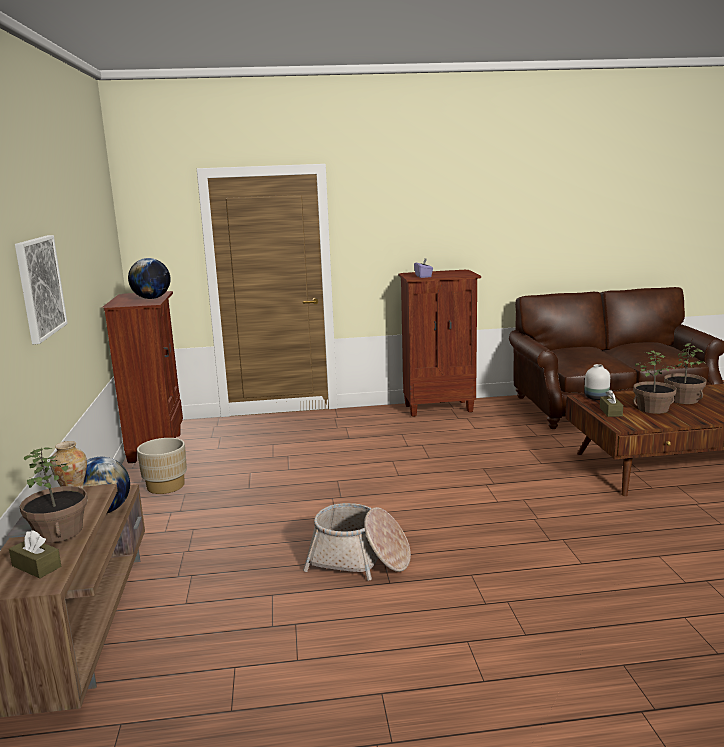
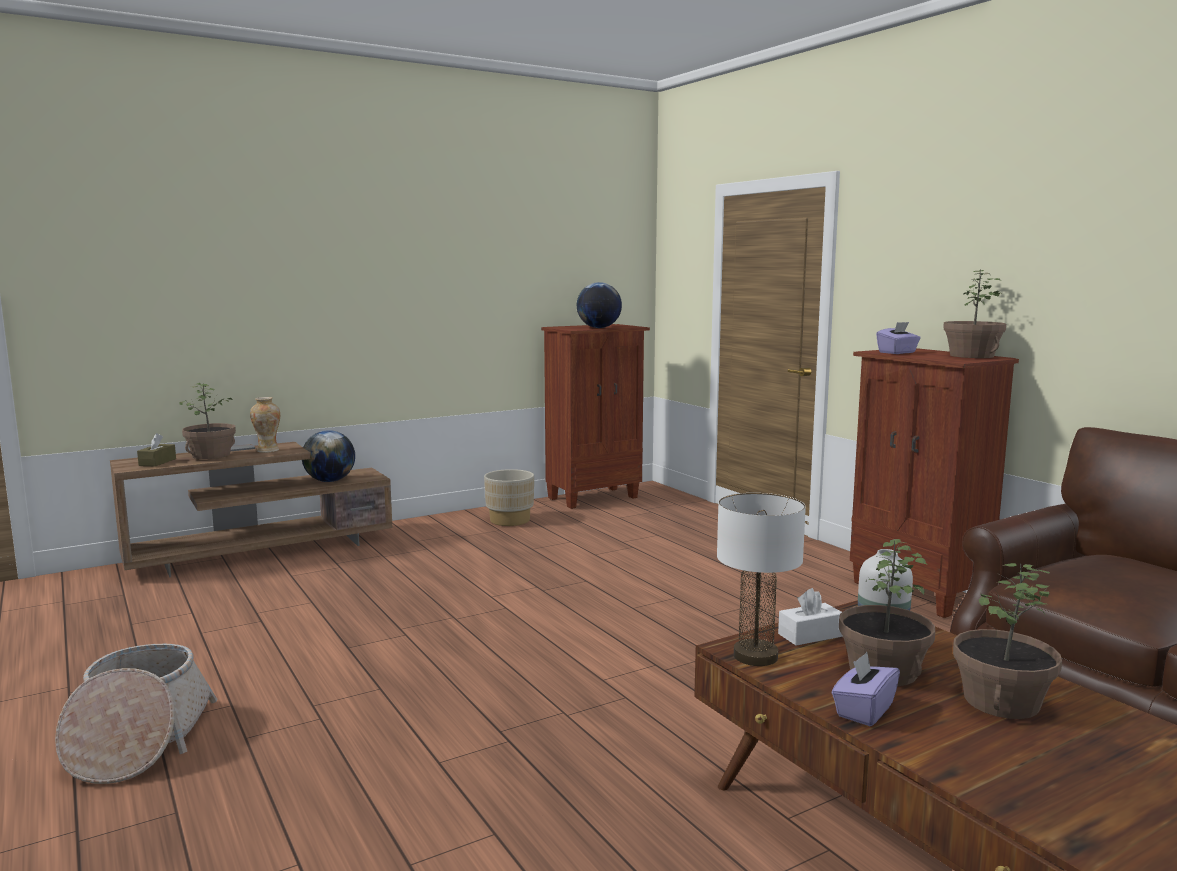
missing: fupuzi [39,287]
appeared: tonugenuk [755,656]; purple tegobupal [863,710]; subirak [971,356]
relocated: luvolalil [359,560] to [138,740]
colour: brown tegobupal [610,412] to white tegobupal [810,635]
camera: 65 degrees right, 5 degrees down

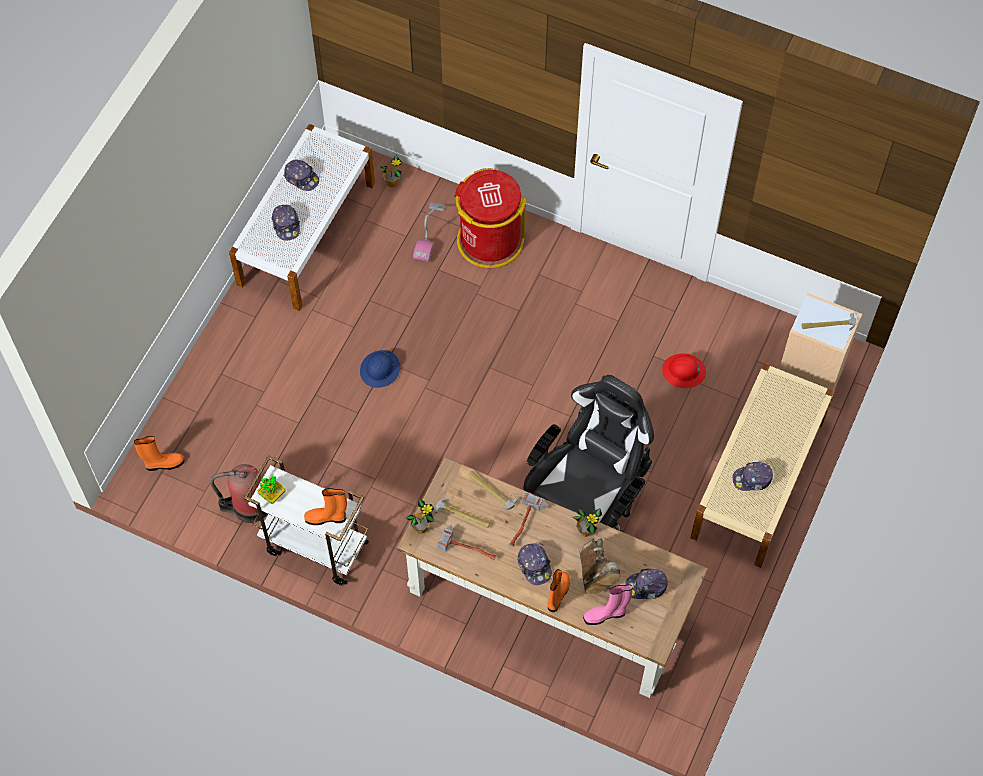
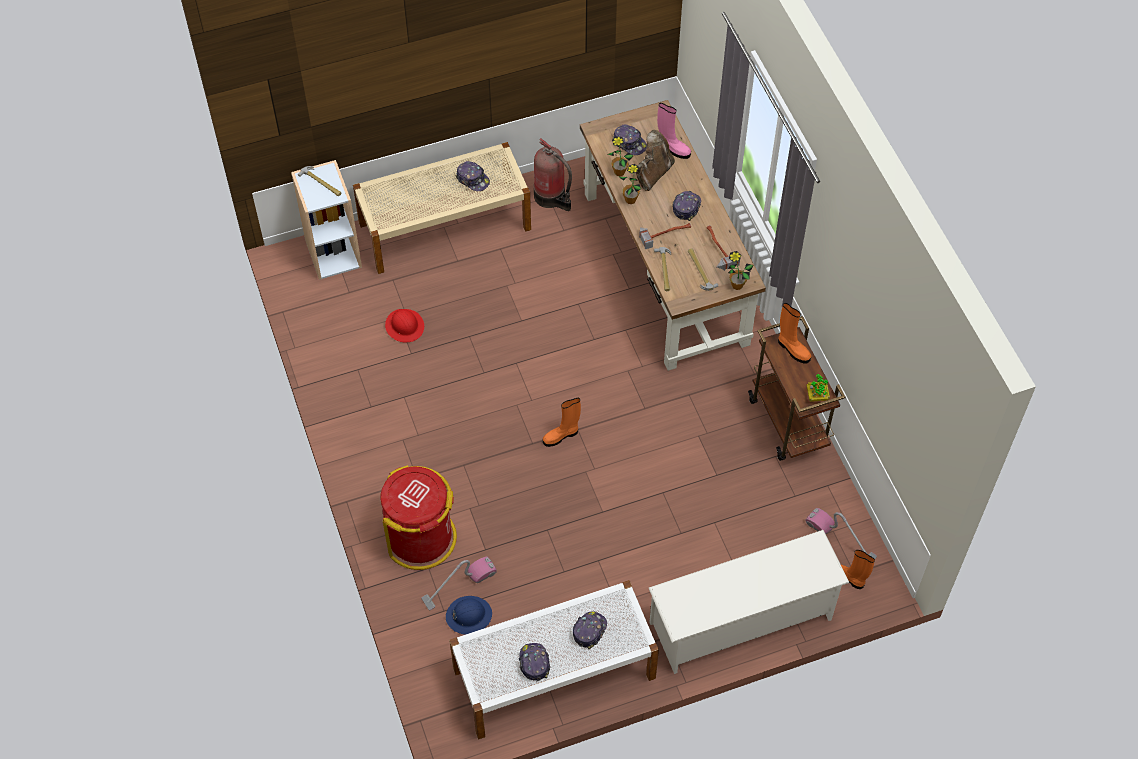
missing: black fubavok [586,505]
appeared: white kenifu [741,621]; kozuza [840,539]
relocated: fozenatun [248,507] to [551,197]; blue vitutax [380,369] to [468,615]; subirak [392,183] to [619,172]; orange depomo [557,594] to [561,436]
colour: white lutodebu [314,546] to brown lutodebu [788,426]
camera: 135 degrees left, 5 degrees down

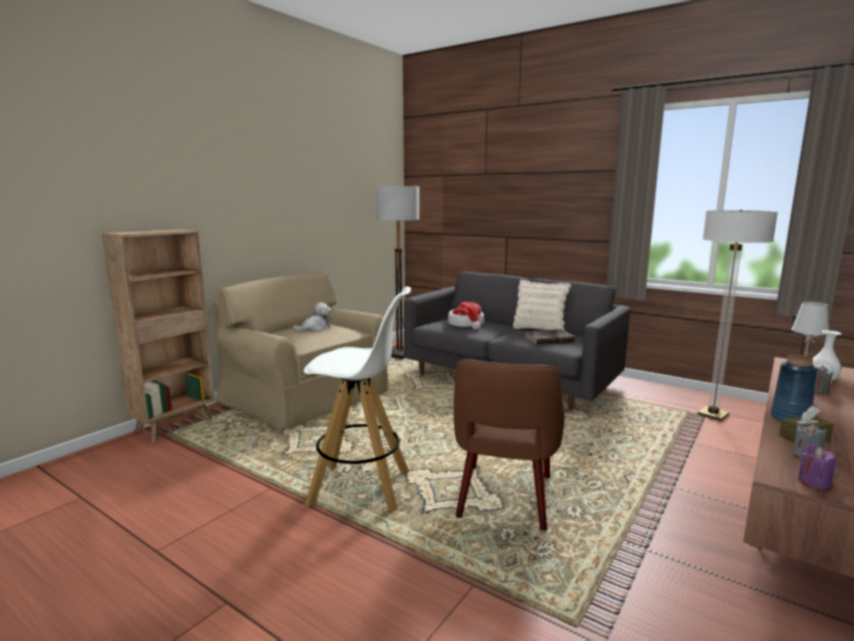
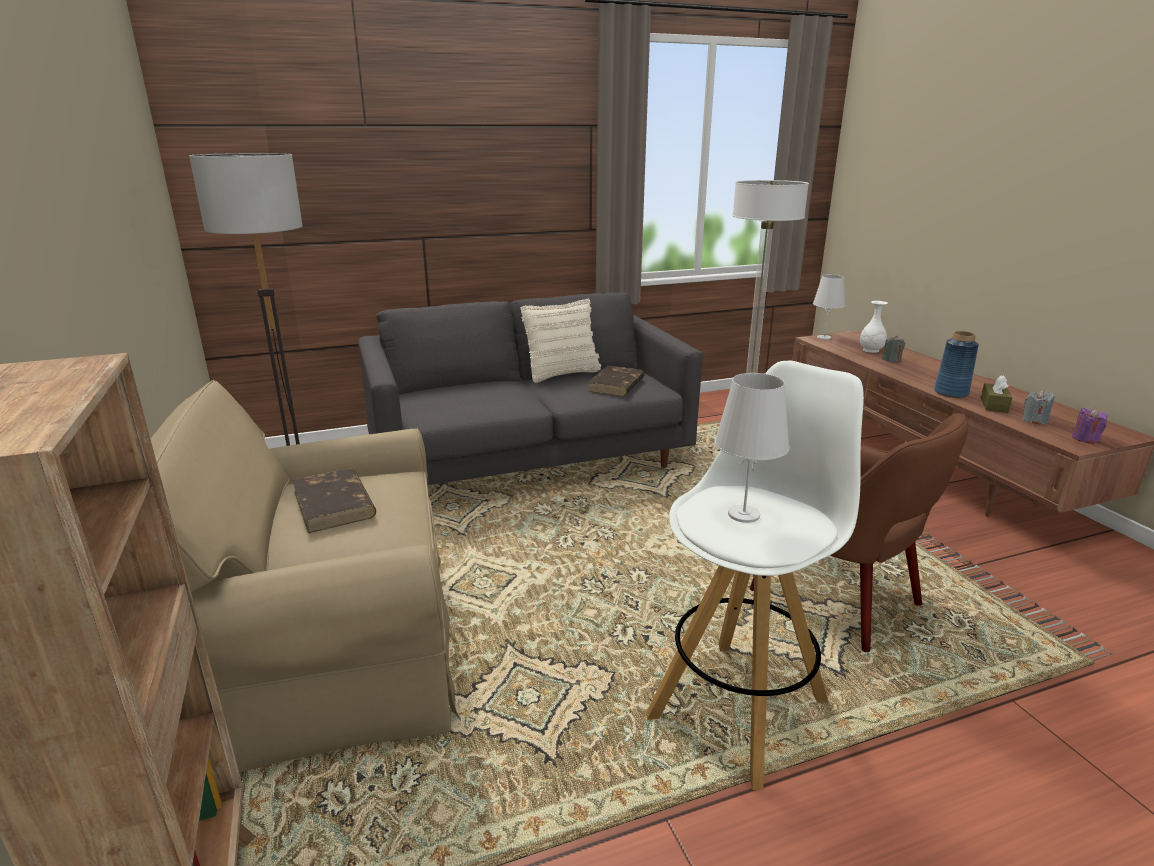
missing: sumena [466,324]
appeared: white tonugenuk [743,514]
exchanged: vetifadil [315,328] to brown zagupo [334,504]
camera: 55 degrees left, 10 degrees up

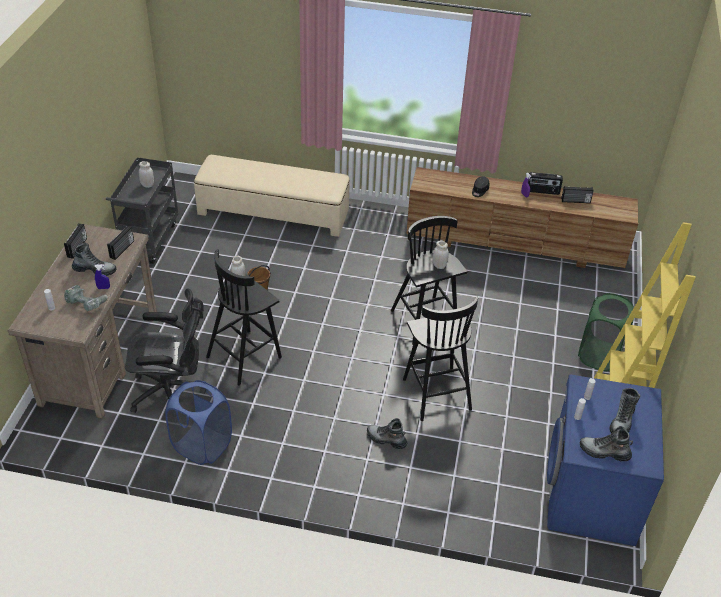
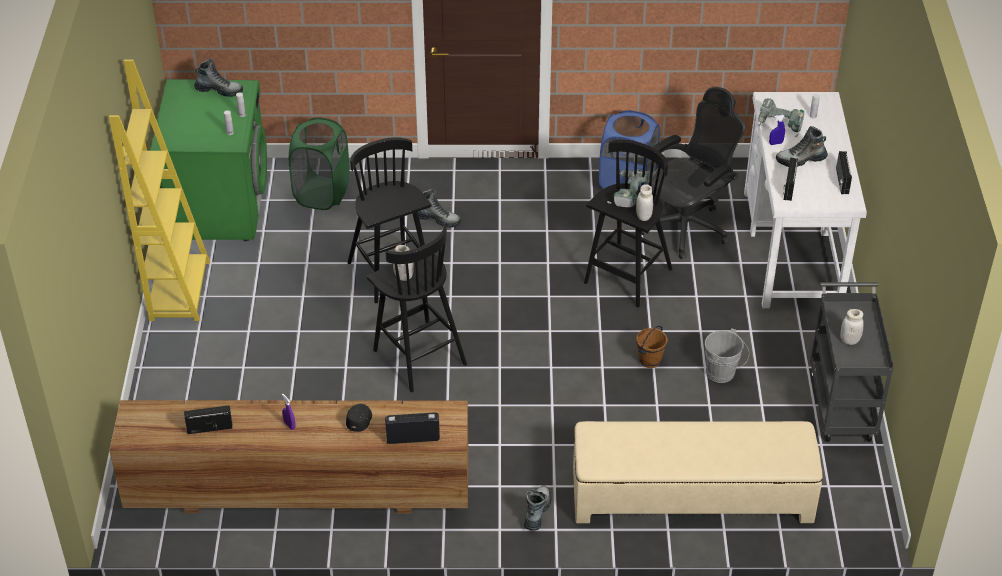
appeared: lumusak [626,194]; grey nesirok [723,374]
relocated: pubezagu [542,191] to [413,438]; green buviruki [599,355] to [322,193]; depomo [622,420] to [537,512]
colour: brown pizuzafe [99,357] to white pizuzafe [793,248]; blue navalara [589,494] to green navalara [220,204]
spun: fubavok [171,393] = [688,226] 150 degrees clockwise
camera: 170 degrees right, 0 degrees up

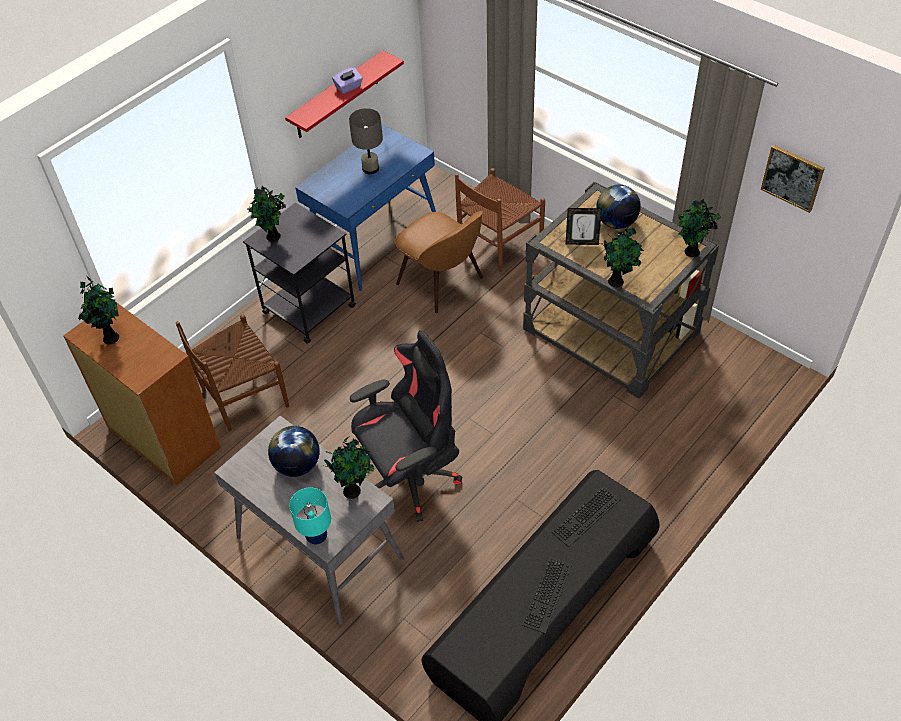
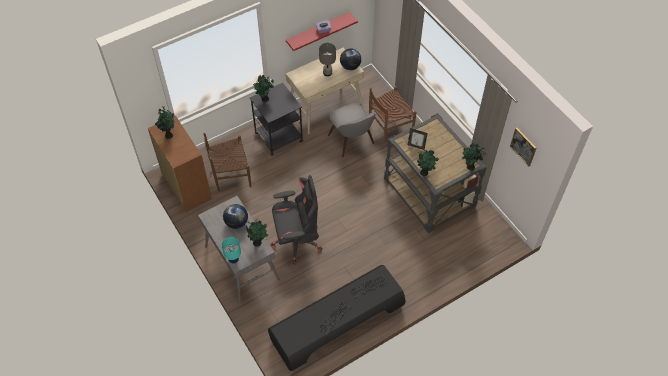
relocated: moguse [616,222] to [350,66]
colour: blue pizuzafe [375,241] to beige pizuzafe [325,107]; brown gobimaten [442,282] to grey gobimaten [352,141]
camera: 15 degrees right, 5 degrees up

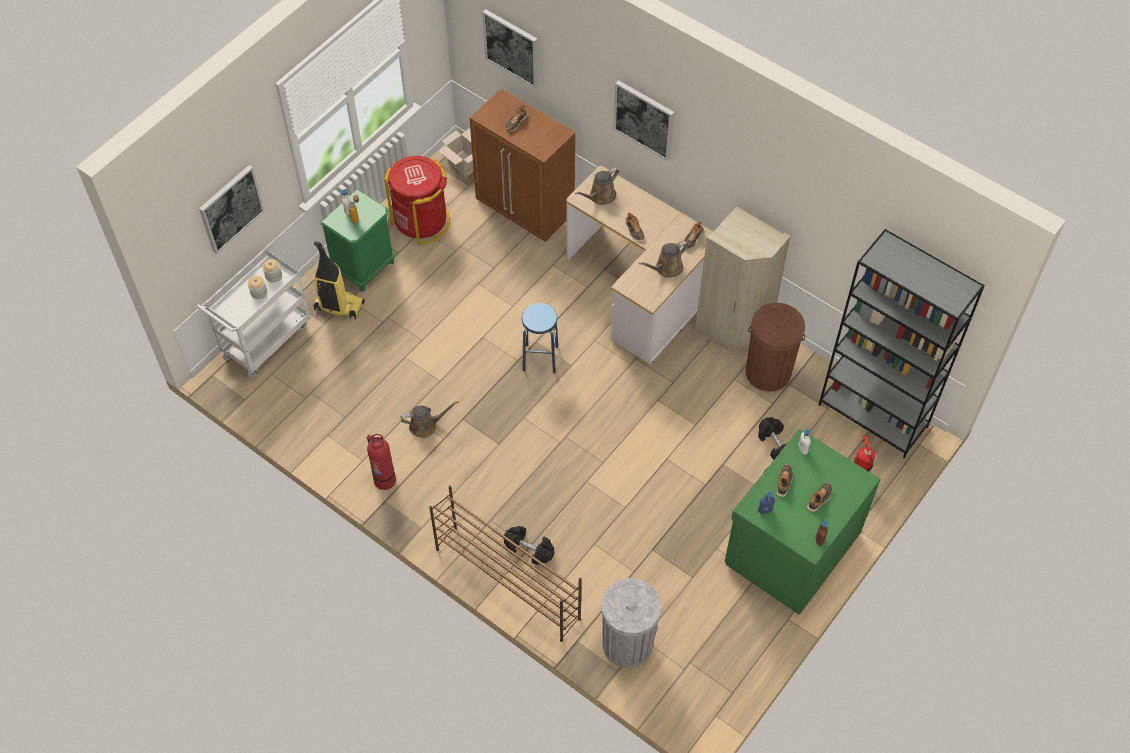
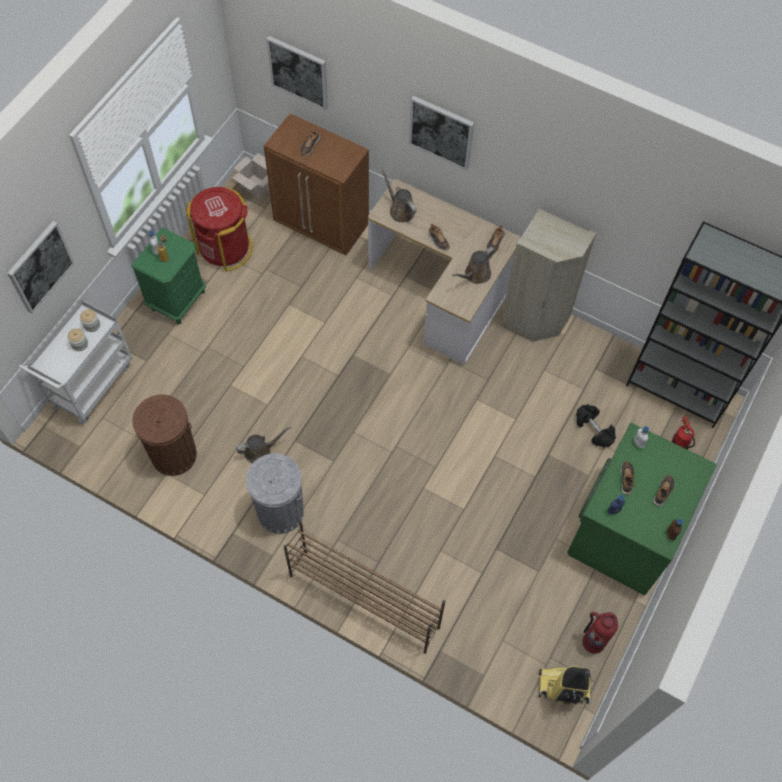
missing: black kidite [528,549]; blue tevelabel [540,358]
relocated: kozuza [338,306] to [563,688]; fozenatun [384,479] to [593,641]; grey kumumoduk [627,643] to [280,512]; brown kumumoduk [768,372] to [174,455]
spun: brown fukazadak [600,196] = [400,210] 105 degrees clockwise
camera: 10 degrees left, 5 degrees up

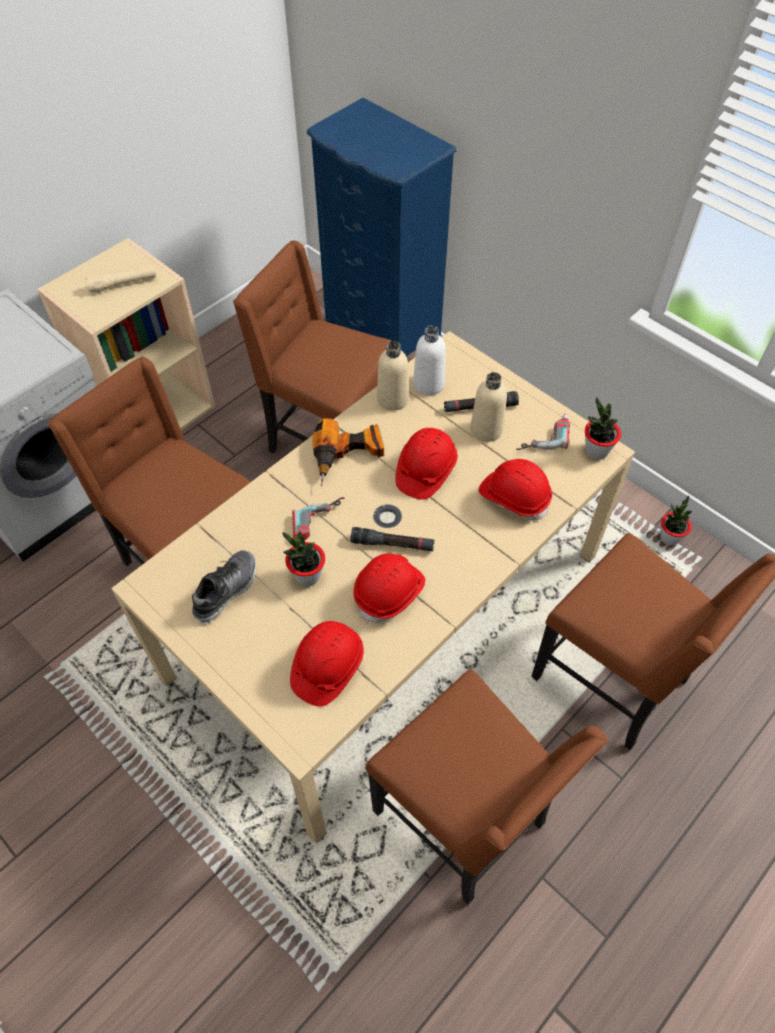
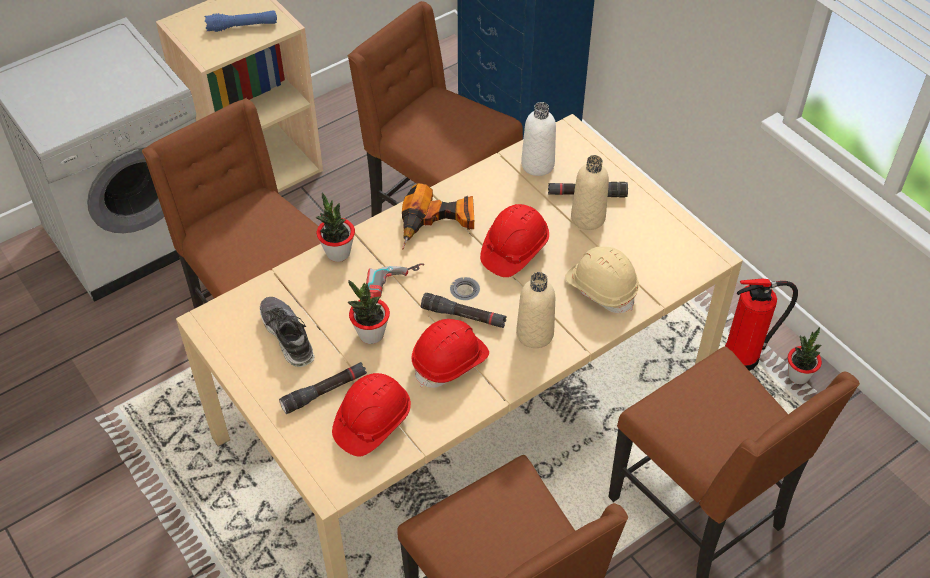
missing: lumusak [542,435]
appeared: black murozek [324,392]; fozenatun [744,357]
relocated: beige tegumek [392,399] to [535,334]; subirak [596,451] to [338,253]
colour: beige murozek [123,284] to blue murozek [242,26]; red vitutax [514,497] to beige vitutax [601,288]
spun: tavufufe [226,590] = [287,336] 75 degrees counterclockwise
camera: 10 degrees right, 5 degrees down

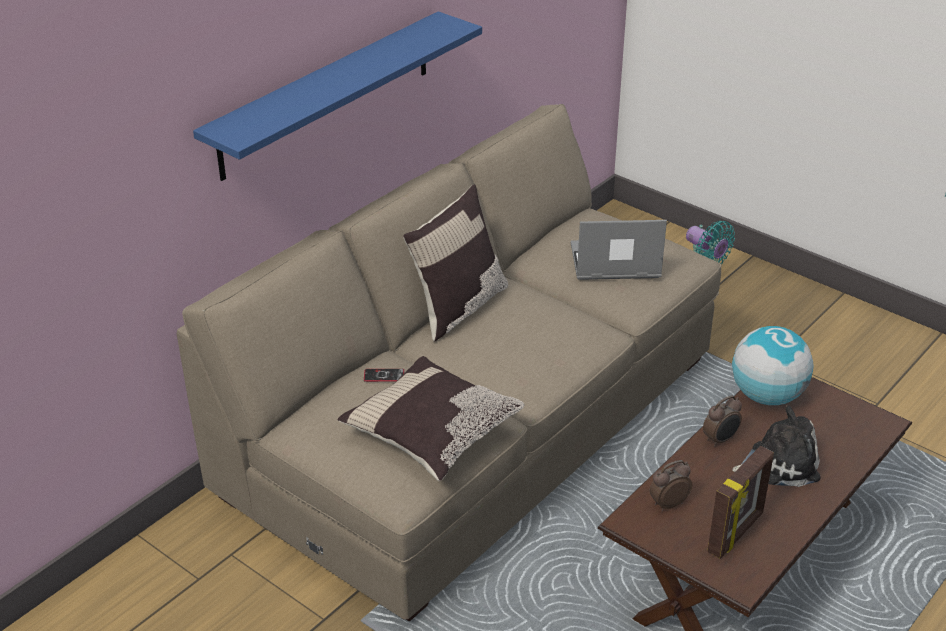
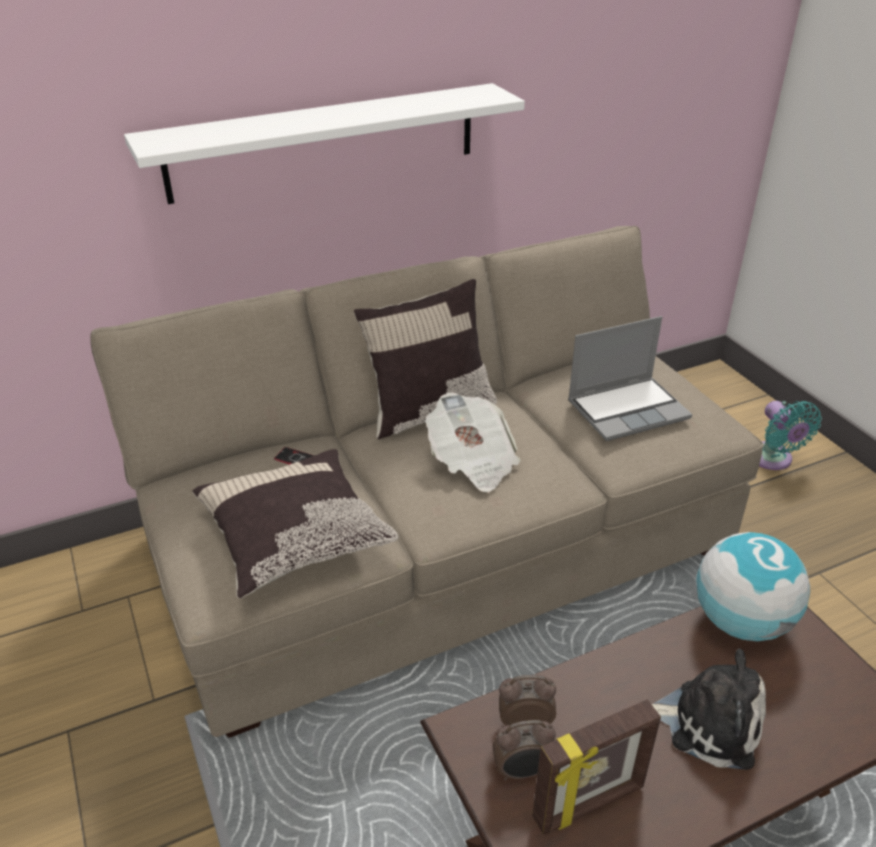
appeared: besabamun [472,461]
relocated: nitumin [720,440] to [522,772]
colour: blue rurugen [327,94] to white rurugen [325,142]
spun: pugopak [613,263] = [628,409] 135 degrees clockwise
camera: 25 degrees right, 0 degrees up

